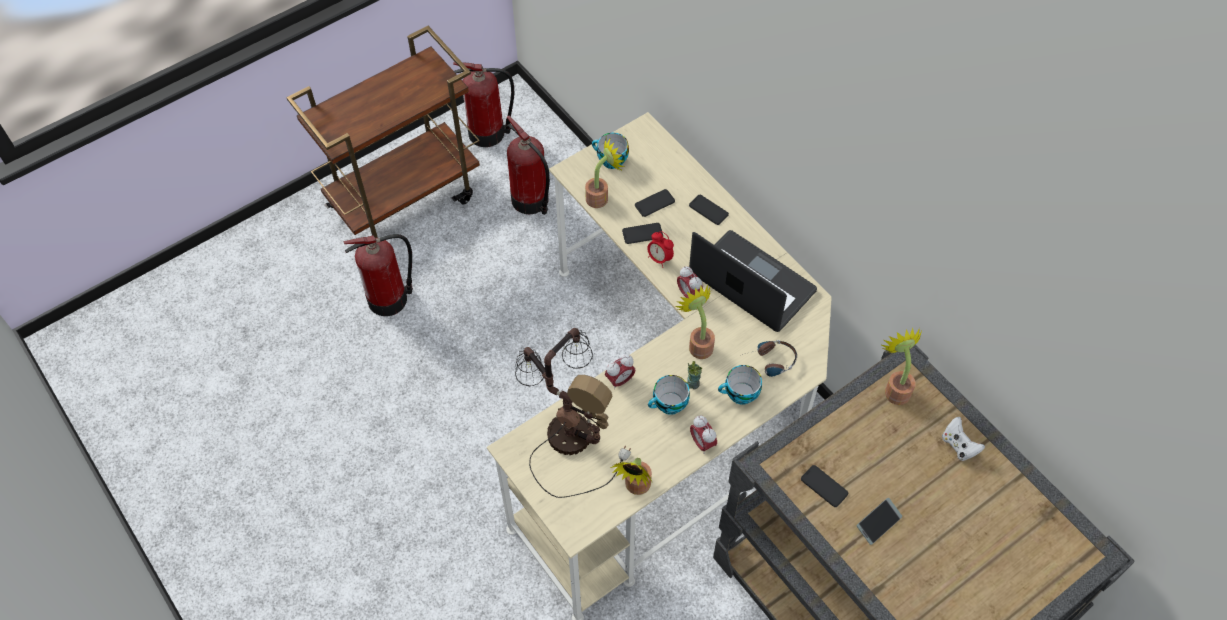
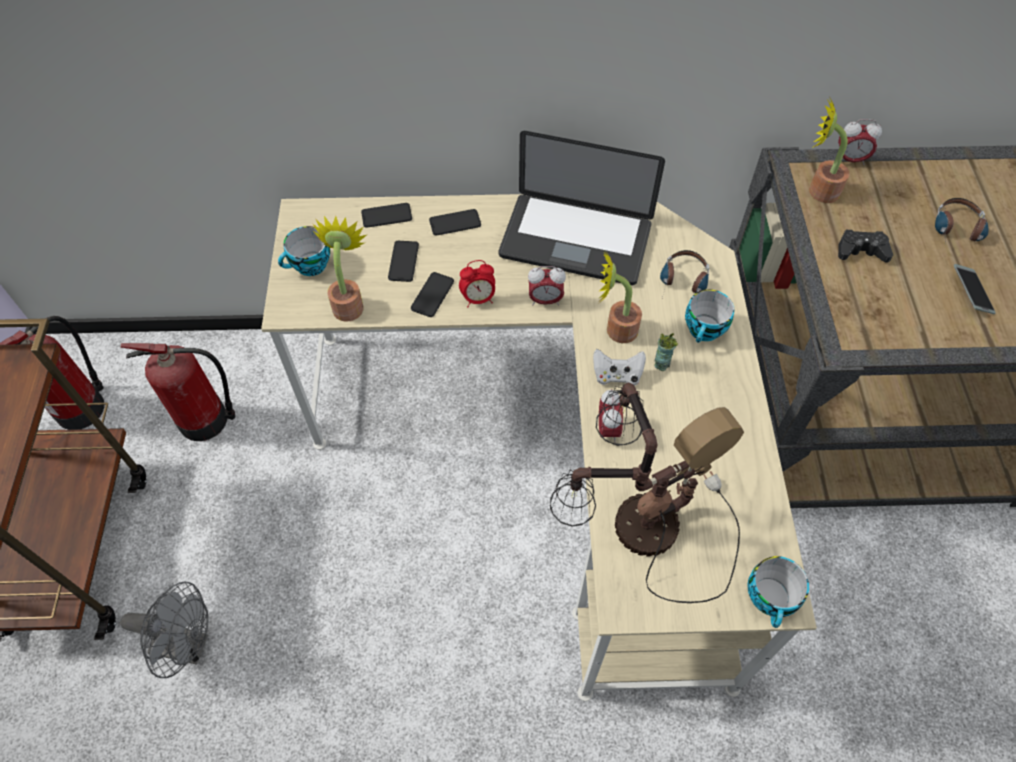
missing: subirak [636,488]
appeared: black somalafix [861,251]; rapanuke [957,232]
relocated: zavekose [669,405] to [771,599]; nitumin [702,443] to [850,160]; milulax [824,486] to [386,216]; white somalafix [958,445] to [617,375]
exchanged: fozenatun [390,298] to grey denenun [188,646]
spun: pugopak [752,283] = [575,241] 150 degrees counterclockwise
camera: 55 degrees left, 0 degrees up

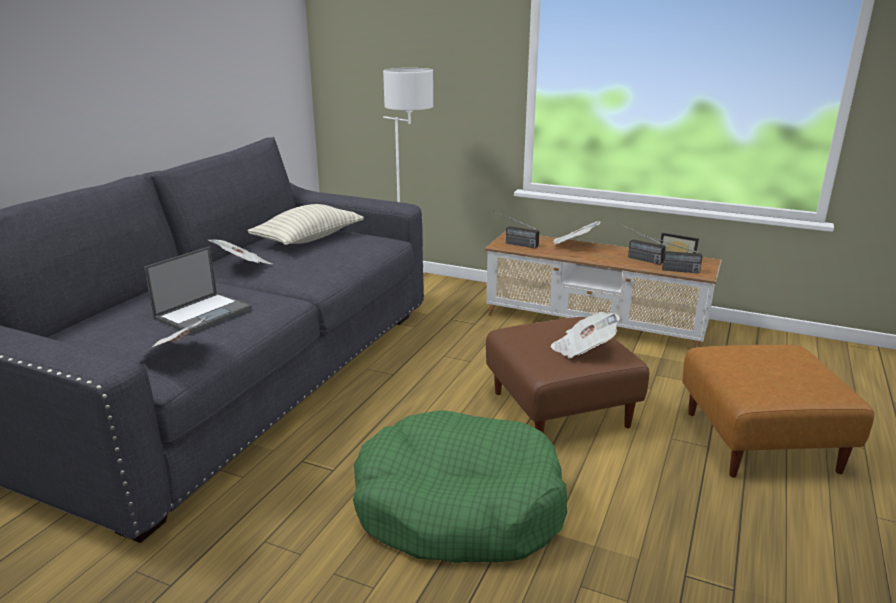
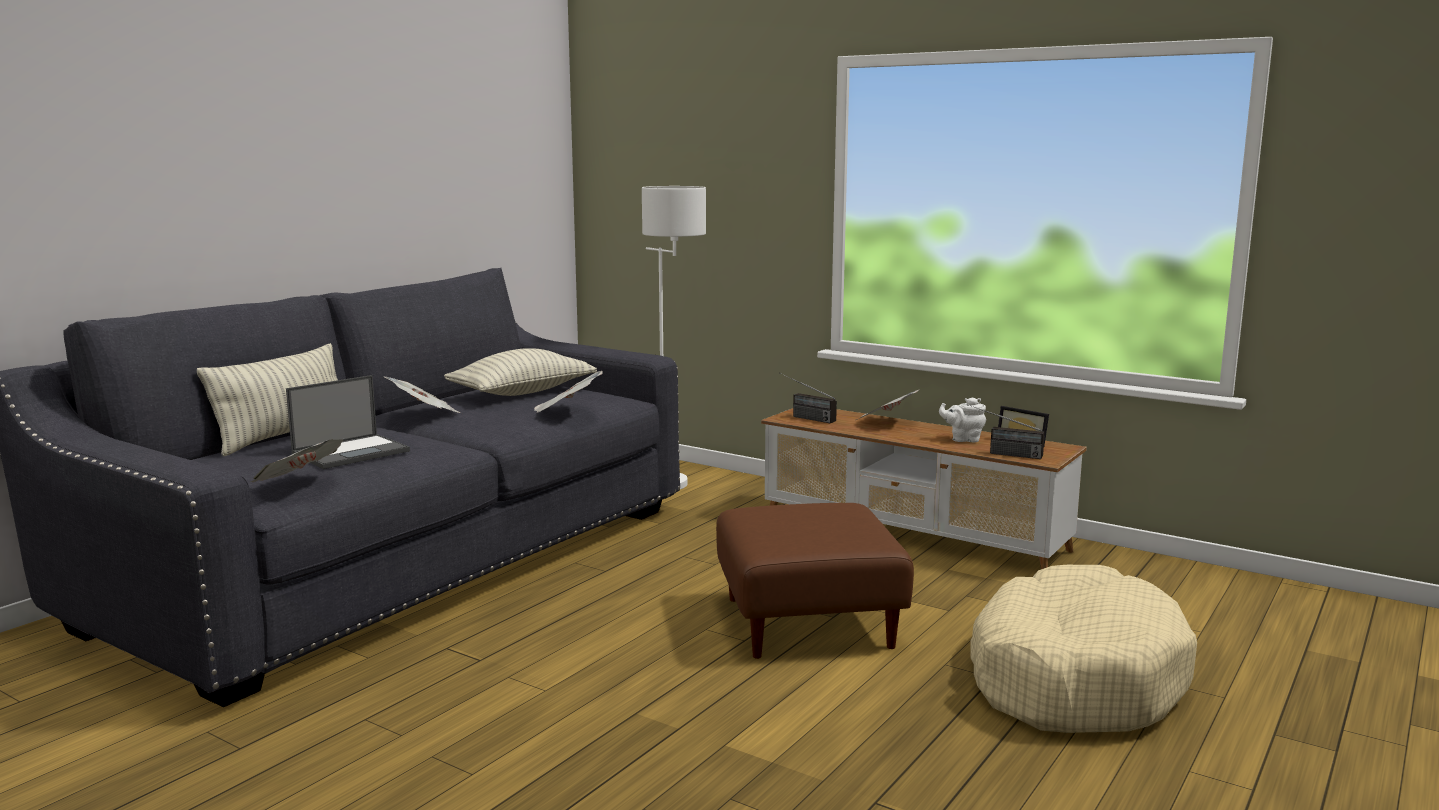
missing: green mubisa [458,507]
appeared: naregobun [285,436]
relocated: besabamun [583,350] to [566,411]
exchanged: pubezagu [636,258] to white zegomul [963,439]; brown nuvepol [761,441] to beige mubisa [1073,678]
camera: 10 degrees right, 10 degrees down

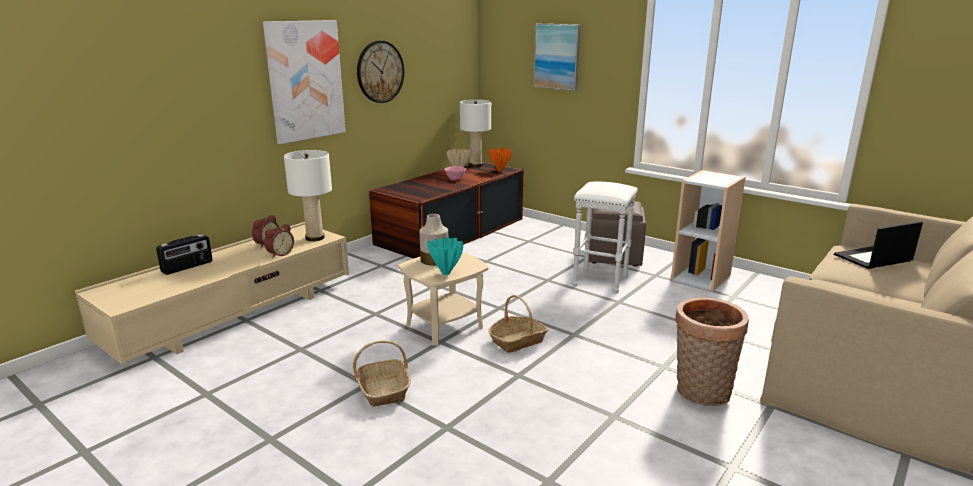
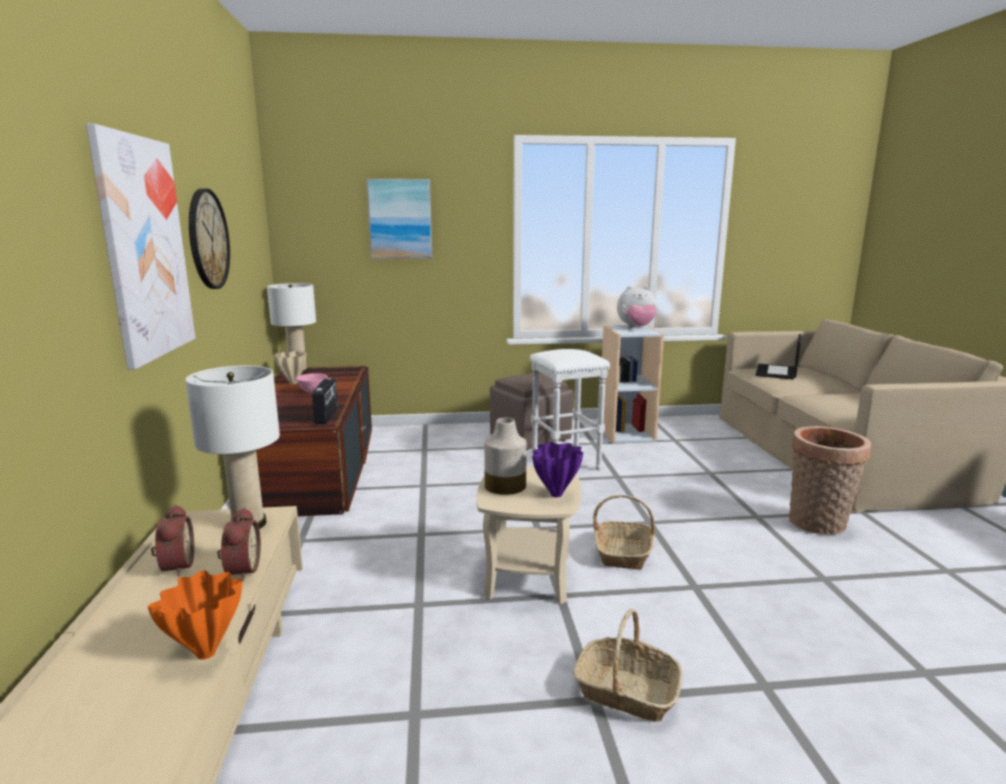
appeared: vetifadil [636,328]
relocated: pubezagu [187,267] to [327,416]; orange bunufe [500,170] to [208,653]
colour: turquoise bunufe [446,273] to purple bunufe [557,494]
camera: 45 degrees left, 5 degrees down

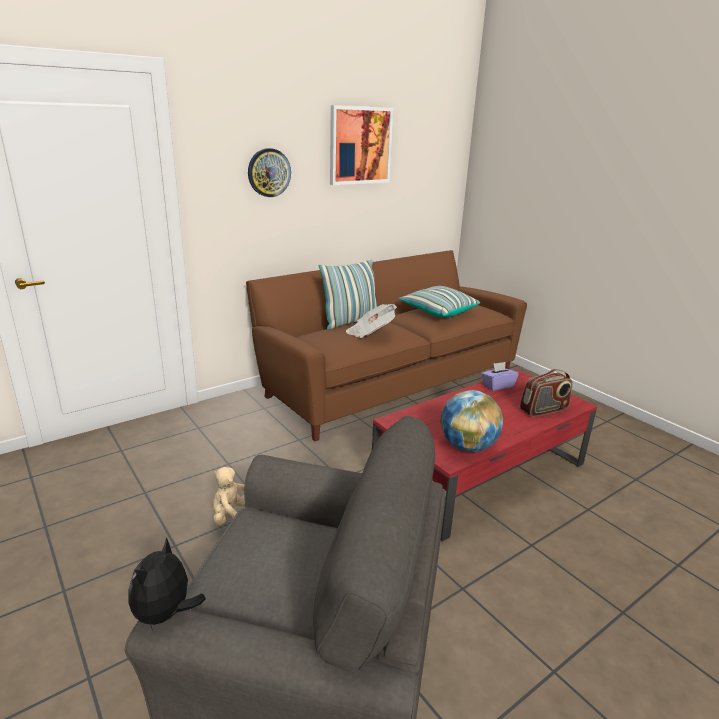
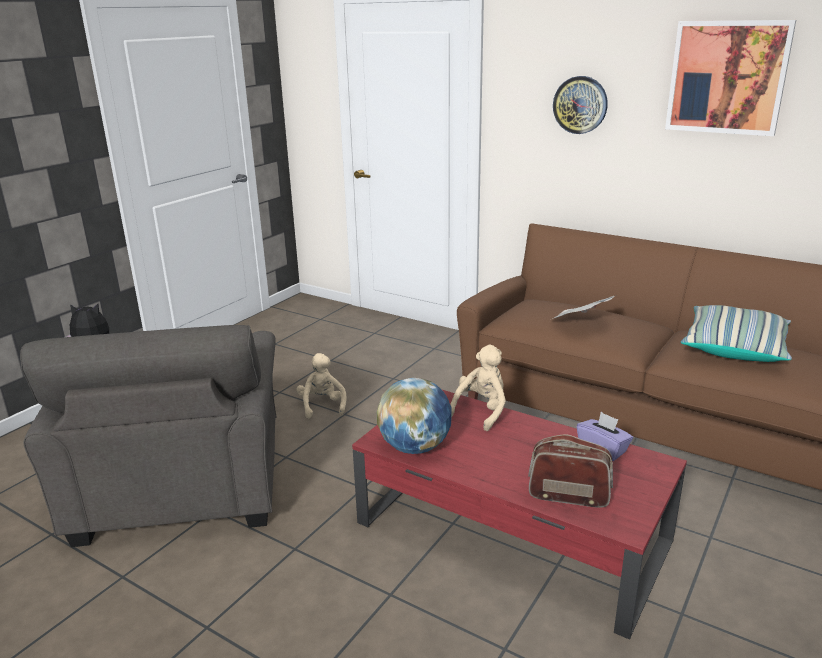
missing: naregobun [350,322]
appeared: beige vetifadil [481,411]
spun: pubezagu [544,410] = [568,495] 150 degrees clockwise
camera: 70 degrees right, 0 degrees up

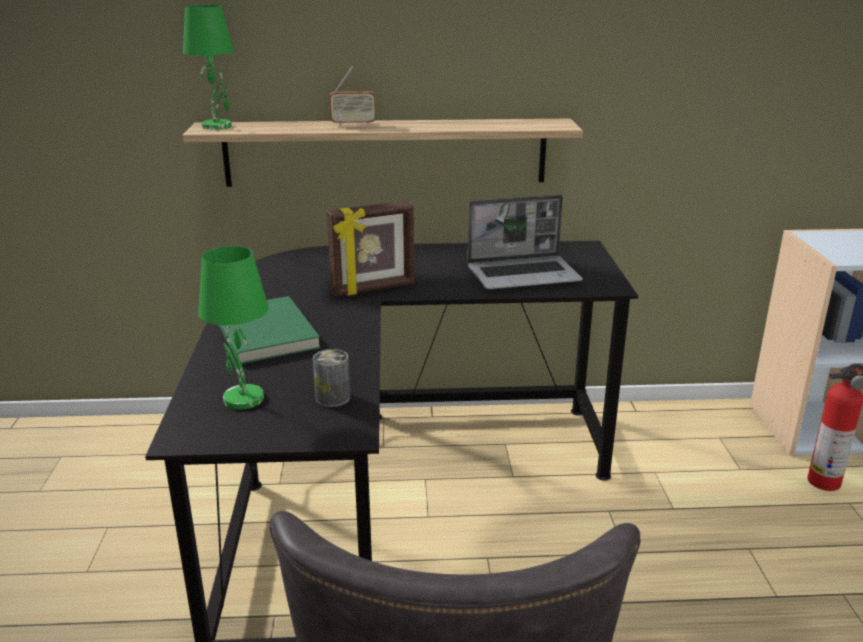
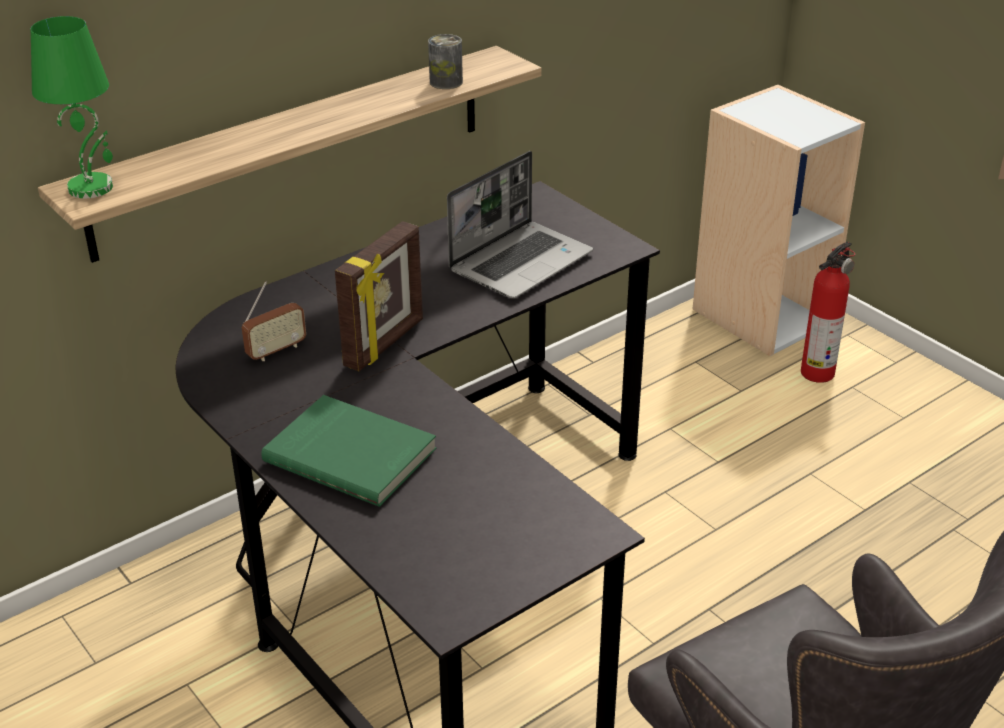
missing: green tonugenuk [242,399]
relocated: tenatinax [332,397] to [446,82]; pubezagu [353,124] to [276,351]
camera: 35 degrees left, 10 degrees up

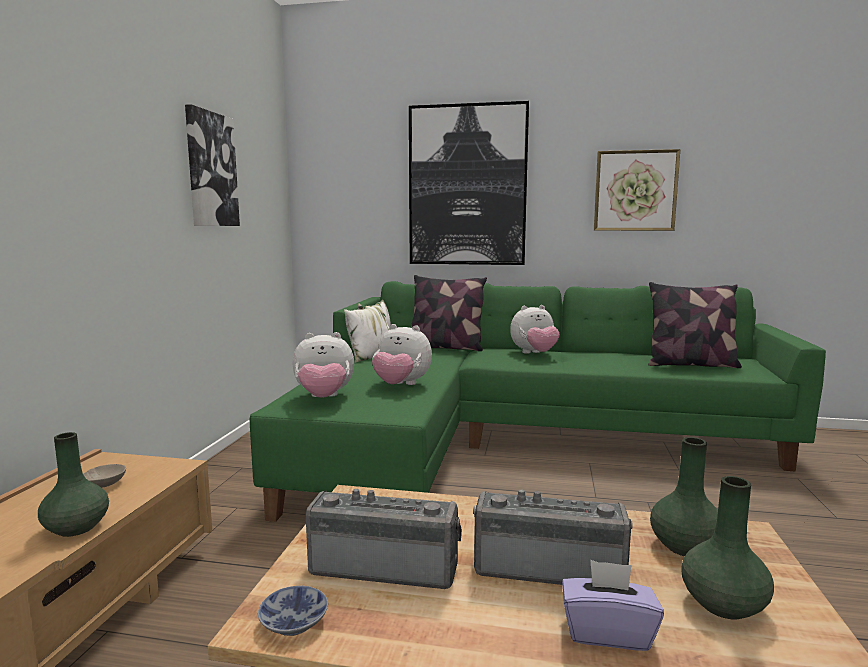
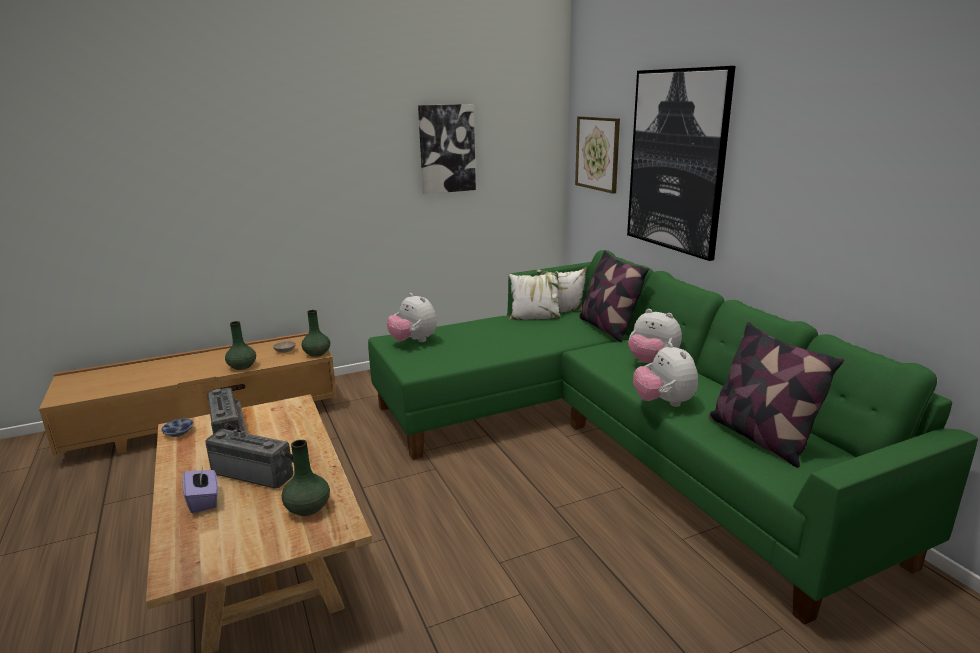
relocated: vetifadil [401,385] to [664,403]; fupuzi [635,191] to [597,153]; green bunufe [722,605] to [316,353]
spun: pubezagu [548,567] = [256,473] 45 degrees counterclockwise
camera: 55 degrees right, 10 degrees up

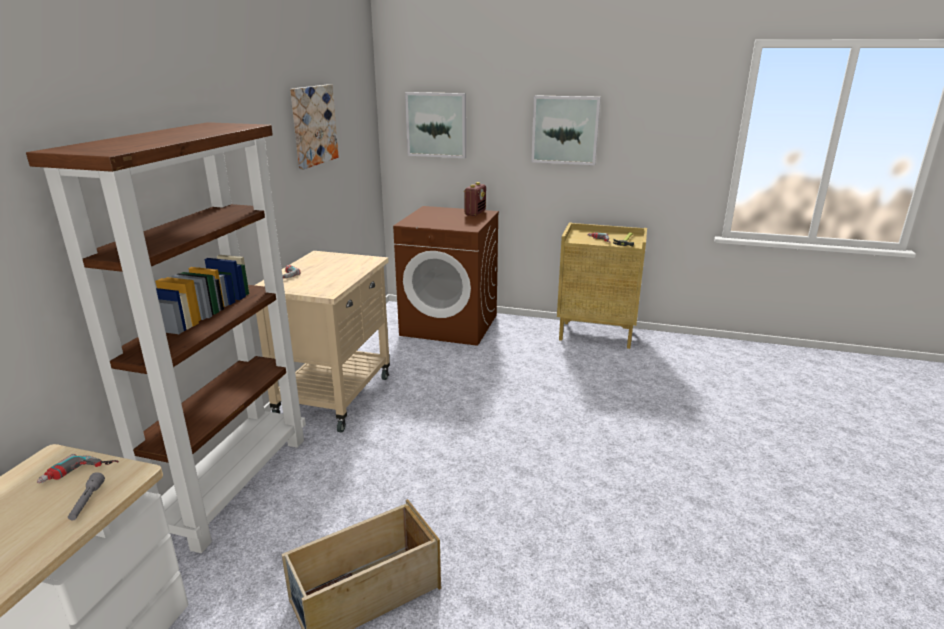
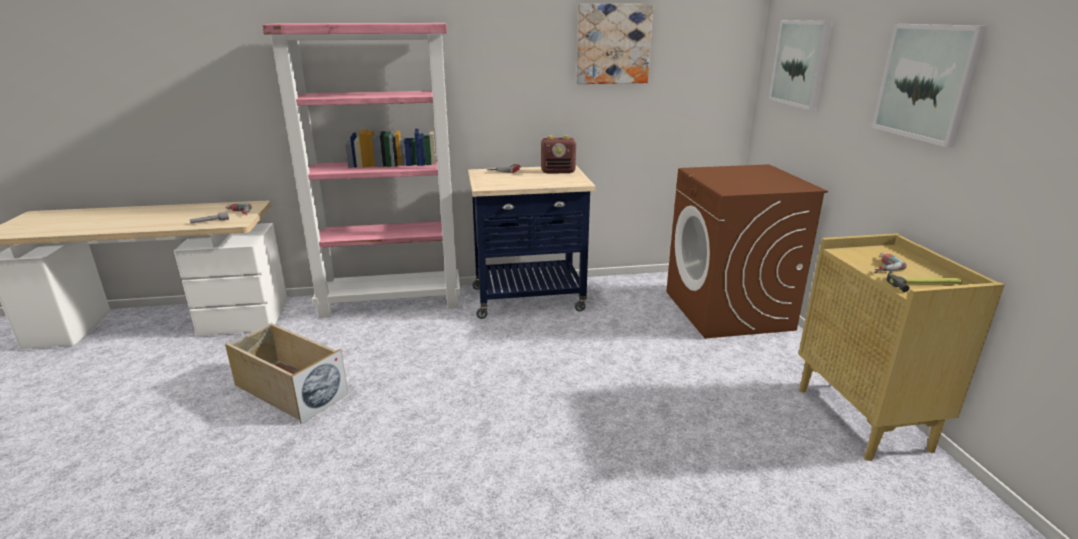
relocated: pubezagu [475,213] to [558,172]
colour: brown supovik [233,483] to pink supovik [392,302]; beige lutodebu [334,397] to blue lutodebu [528,299]
camera: 65 degrees right, 0 degrees up

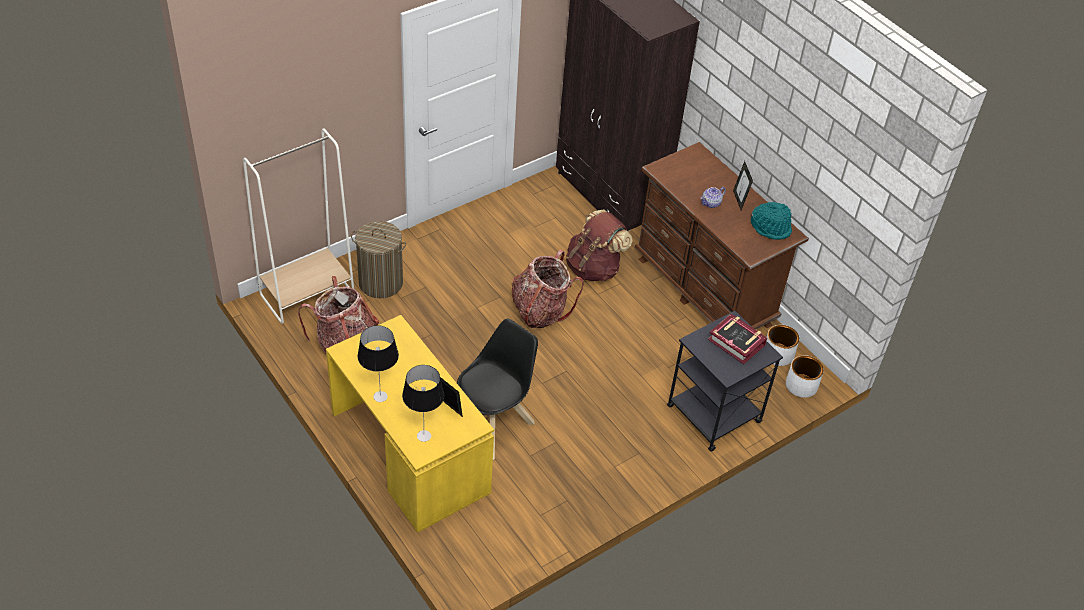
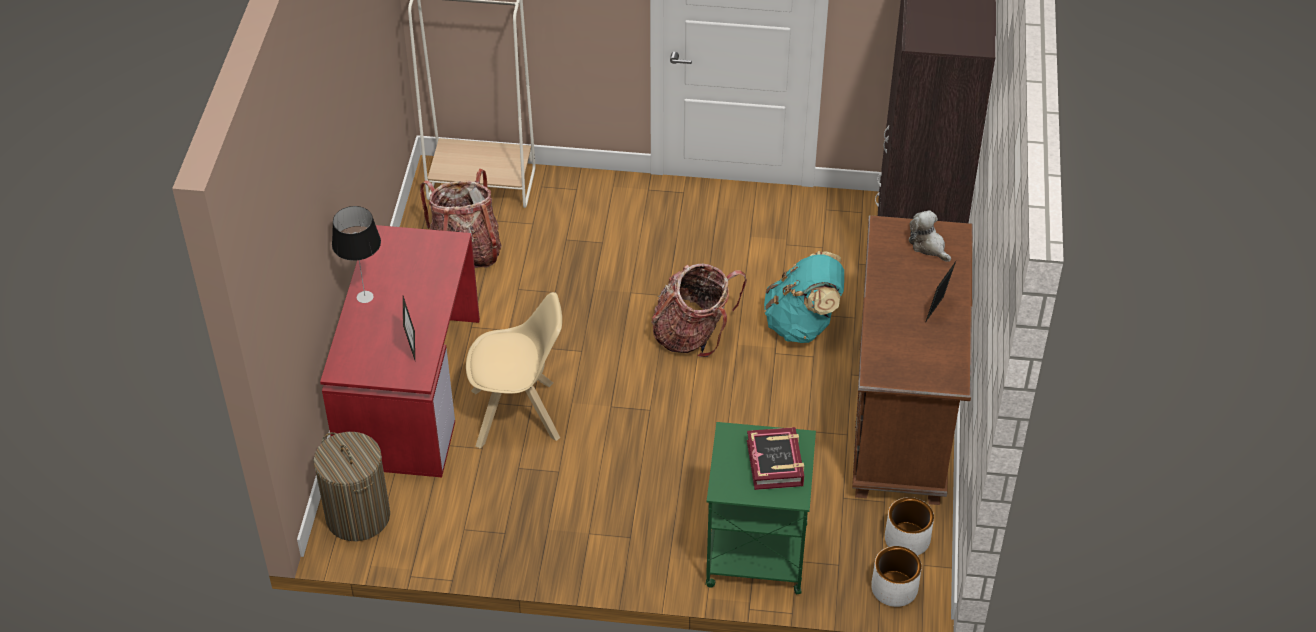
missing: tonugenuk [424,436]; zegomul [711,203]; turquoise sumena [771,227]
appeared: vetifadil [928,246]
relocated: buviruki [380,283] to [358,516]
colour: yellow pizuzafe [408,452] to red pizuzafe [409,390]; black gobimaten [493,423] to beige gobimaten [518,414]; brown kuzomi [594,268] to turquoise kuzomi [803,324]; black lutodebu [713,415] to green lutodebu [755,552]
camera: 45 degrees right, 0 degrees up

